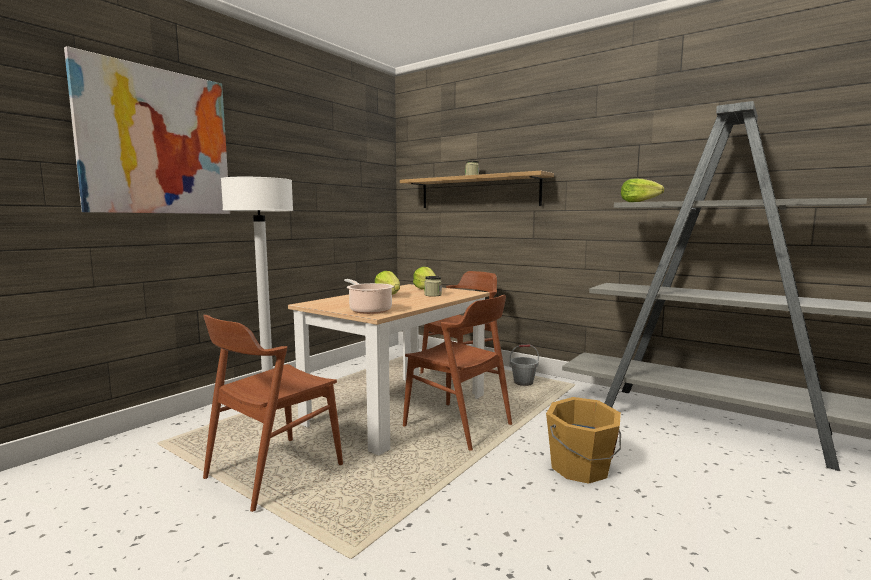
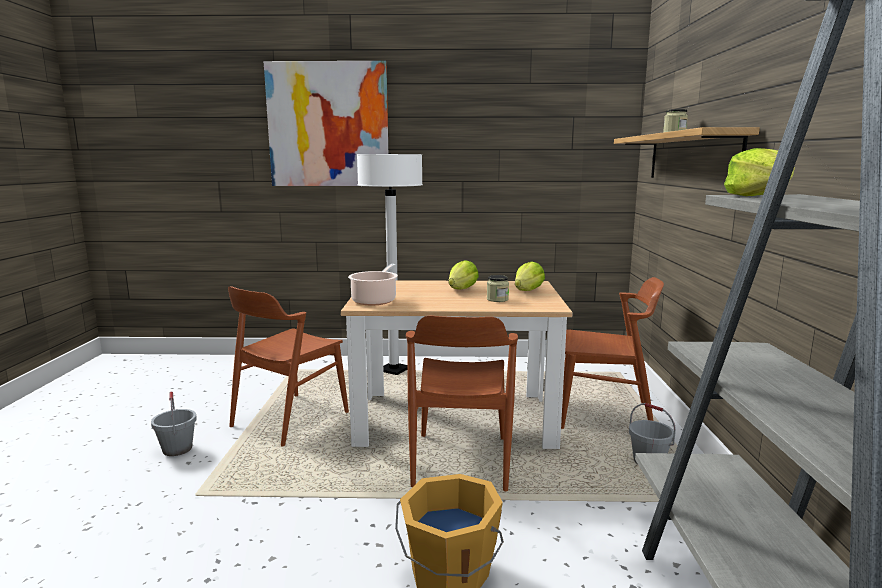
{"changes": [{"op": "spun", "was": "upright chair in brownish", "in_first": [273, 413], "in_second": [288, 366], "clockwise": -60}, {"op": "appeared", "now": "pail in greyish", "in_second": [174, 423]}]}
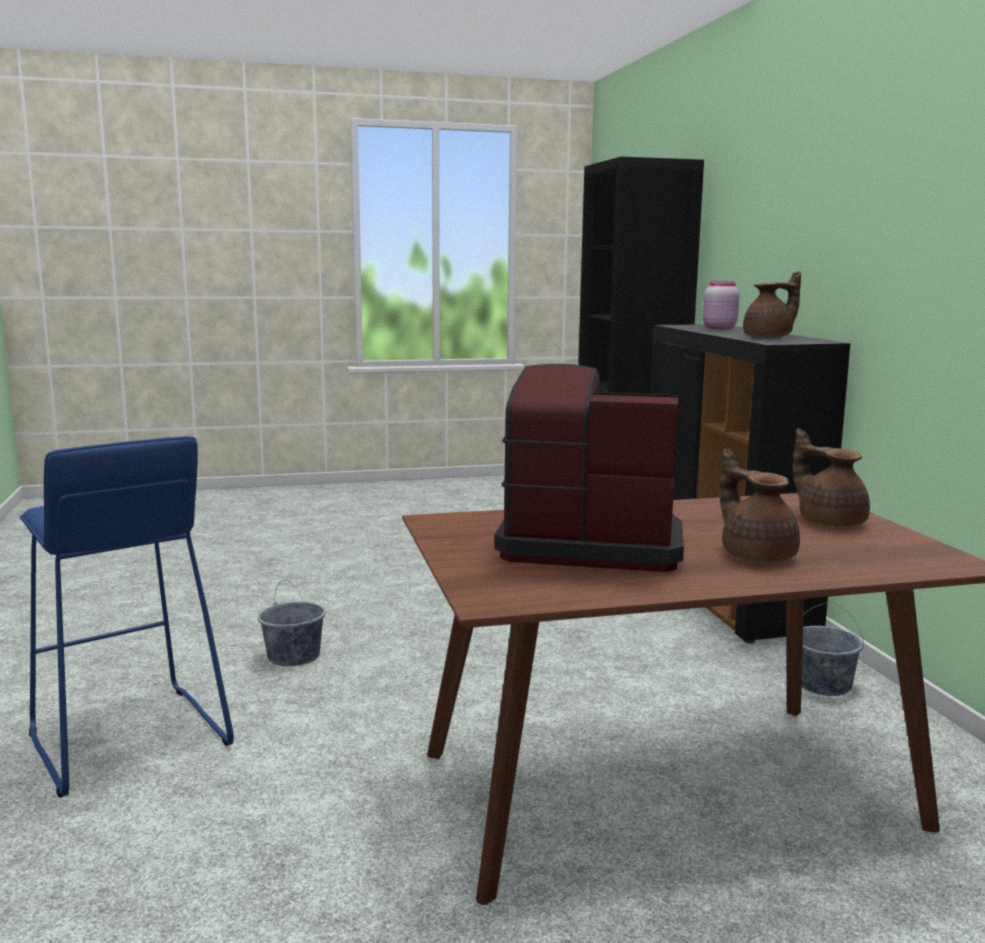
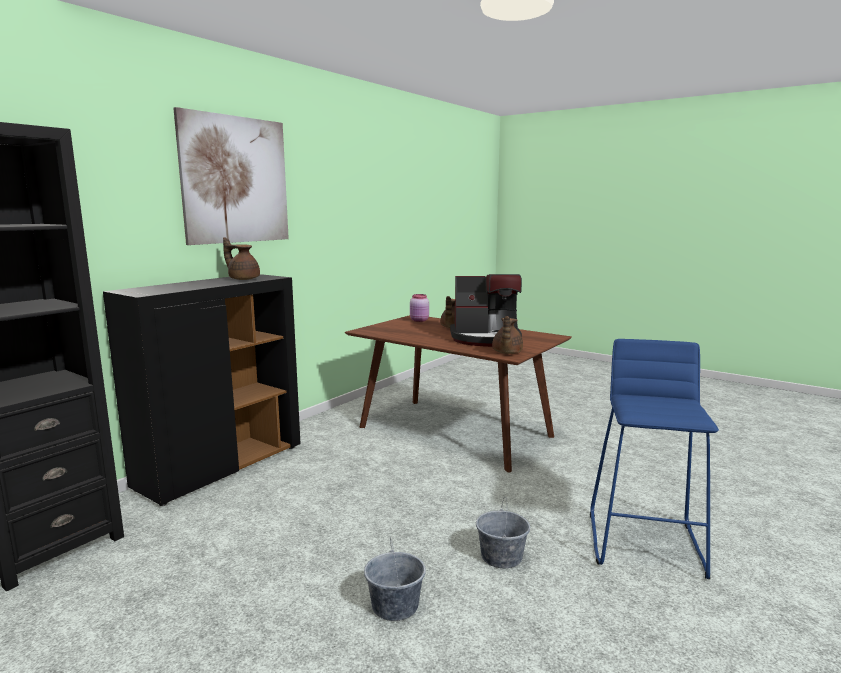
{"changes": [{"op": "relocated", "was": "storage jar in pink", "in_first": [721, 305], "in_second": [419, 308]}, {"op": "spun", "was": "coffee brewer", "in_first": [589, 468], "in_second": [486, 310], "clockwise": -60}, {"op": "relocated", "was": "pot for tea in brownish", "in_first": [831, 477], "in_second": [507, 335]}, {"op": "relocated", "was": "pail in greyish", "in_first": [833, 649], "in_second": [395, 579]}, {"op": "appeared", "now": "wall art", "in_second": [231, 176]}]}
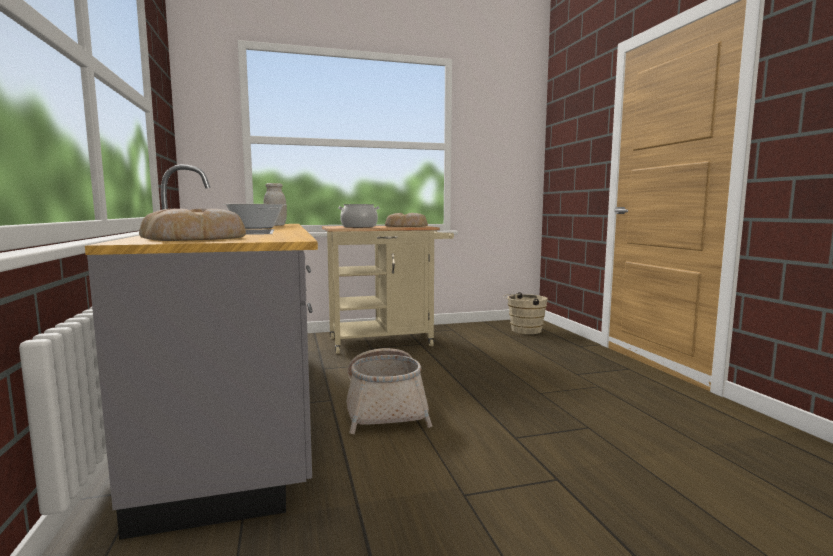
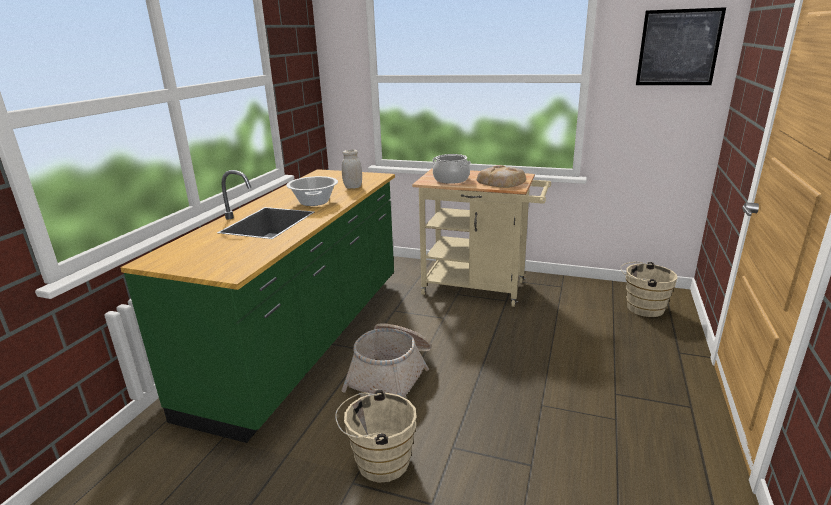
{"changes": [{"op": "colour", "was": "kitchen base unit in greyish", "now": "kitchen base unit in green", "in_first": [201, 352], "in_second": [257, 306]}, {"op": "missing", "was": "baked bread", "in_first": [192, 225]}, {"op": "appeared", "now": "wall art", "in_second": [681, 46]}, {"op": "appeared", "now": "pail in beige-coloured", "in_second": [376, 436]}]}
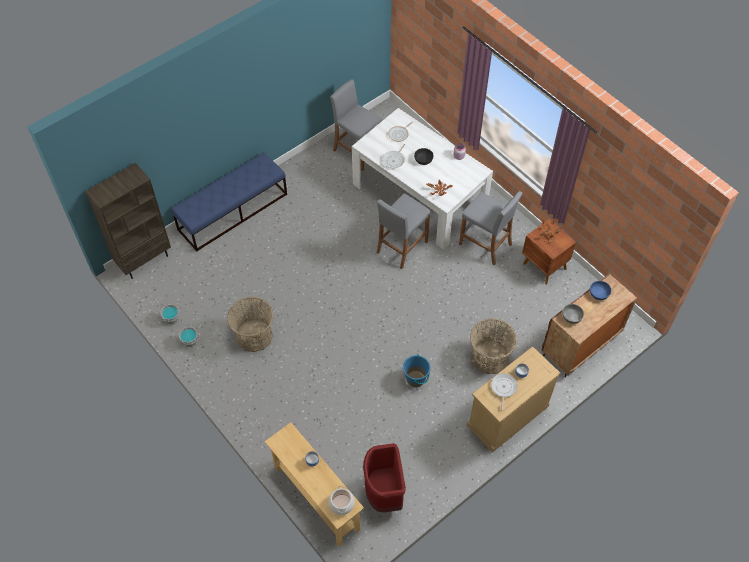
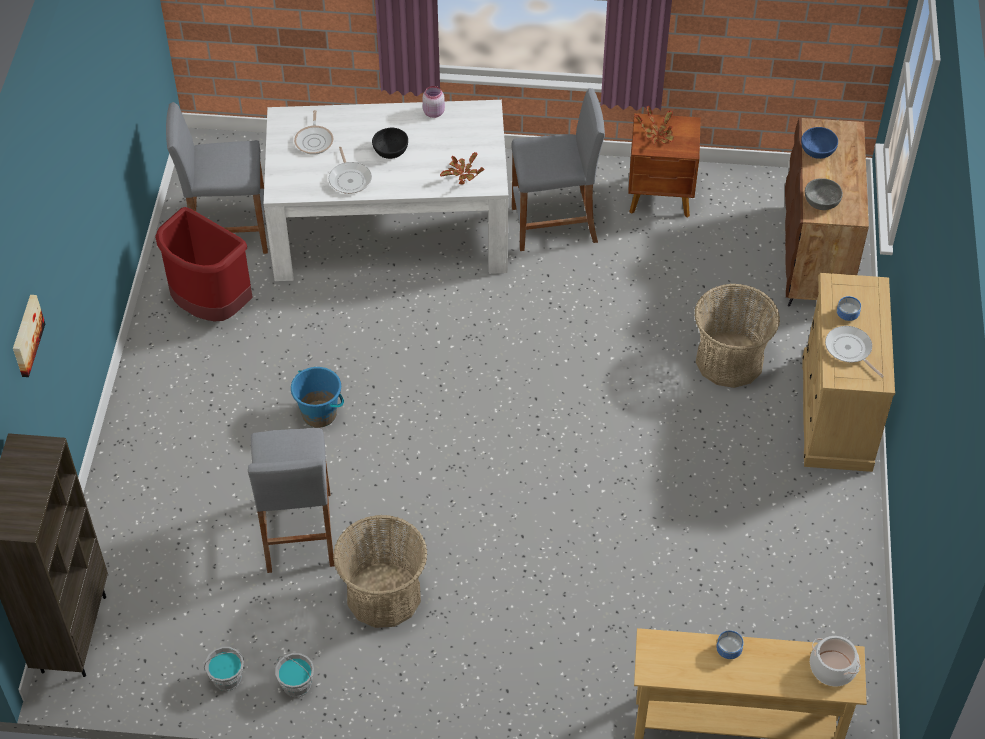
{"changes": [{"op": "missing", "was": "bench in bluish", "in_first": [229, 202]}, {"op": "relocated", "was": "stool seat in greyish", "in_first": [403, 231], "in_second": [291, 500]}, {"op": "relocated", "was": "pail in bluish", "in_first": [417, 370], "in_second": [317, 397]}, {"op": "relocated", "was": "trash can in red-coloured", "in_first": [384, 477], "in_second": [204, 264]}, {"op": "appeared", "now": "wall art", "in_second": [29, 336]}]}
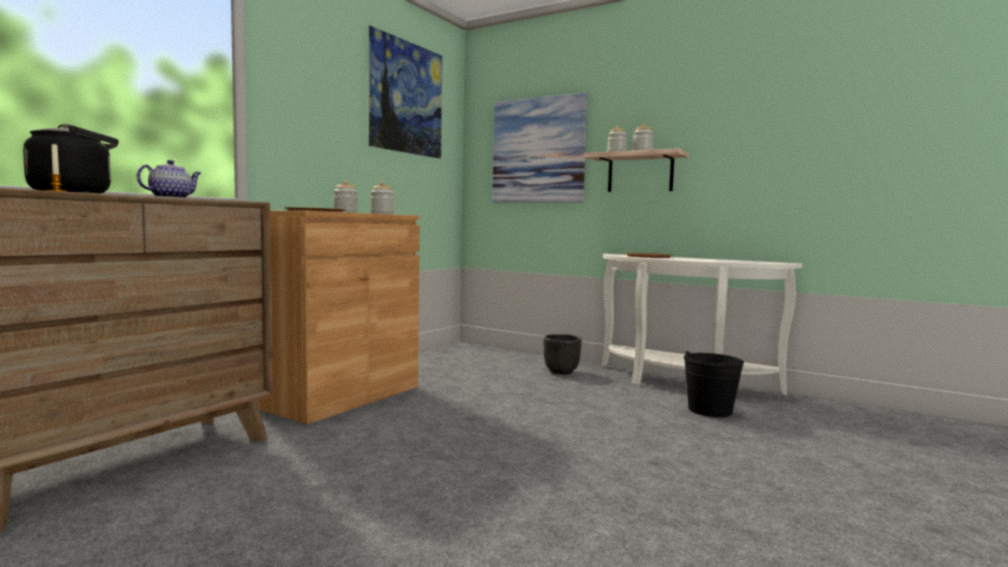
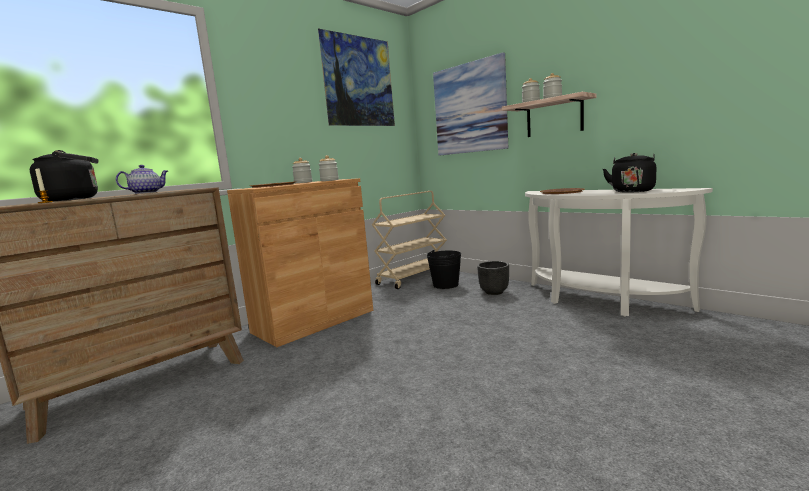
{"changes": [{"op": "relocated", "was": "pail in blackish", "in_first": [714, 384], "in_second": [444, 269]}, {"op": "appeared", "now": "tea kettle in blackish", "in_second": [629, 173]}, {"op": "appeared", "now": "cart in beige-coloured", "in_second": [409, 240]}]}
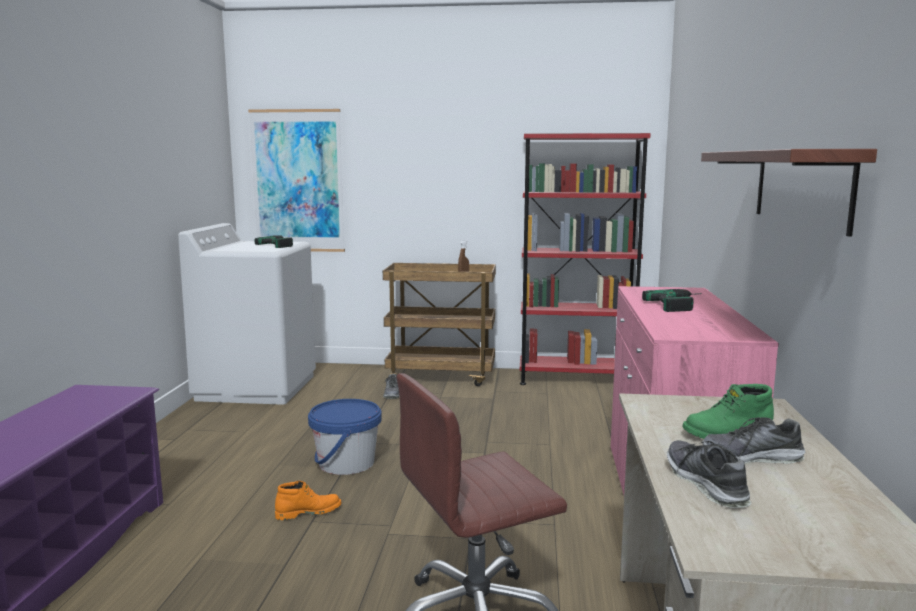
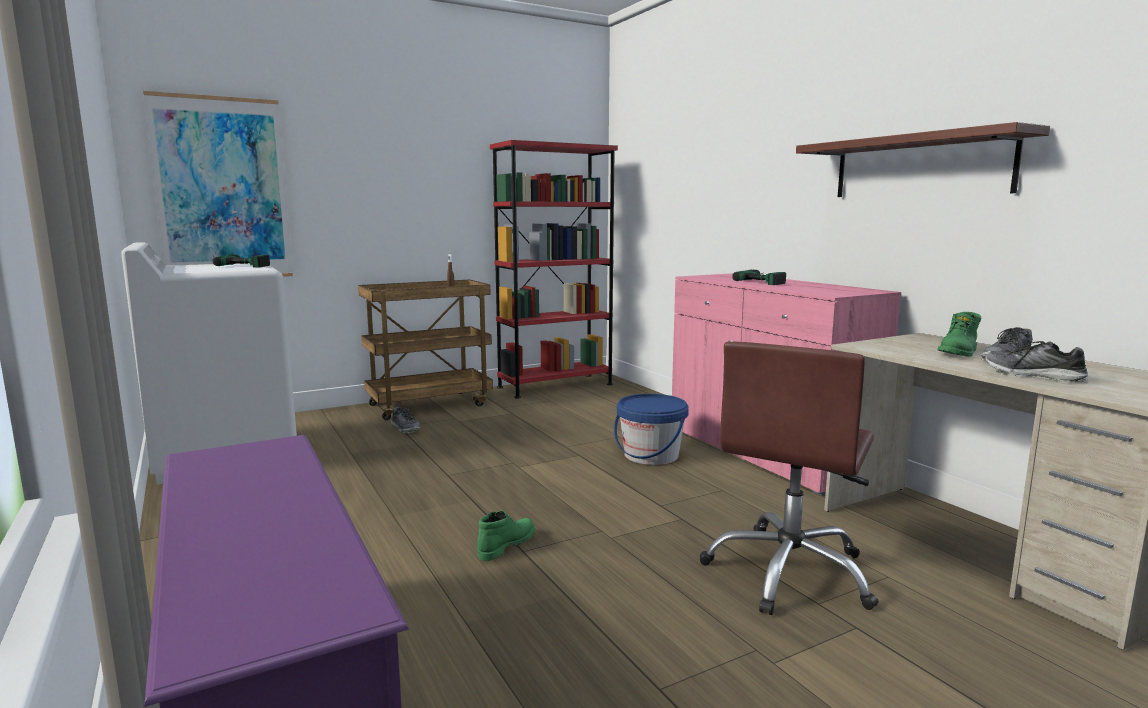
{"changes": [{"op": "relocated", "was": "pail in bluish", "in_first": [345, 437], "in_second": [651, 429]}, {"op": "colour", "was": "tall boot in orange-coloured", "now": "tall boot in green", "in_first": [308, 500], "in_second": [506, 535]}]}
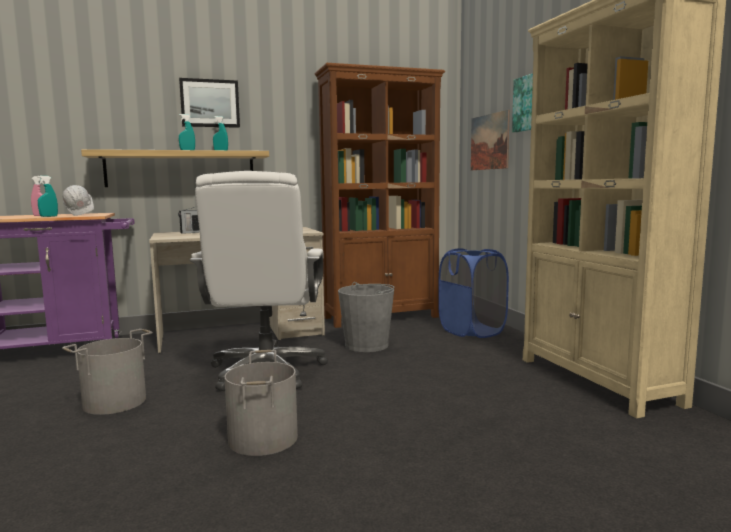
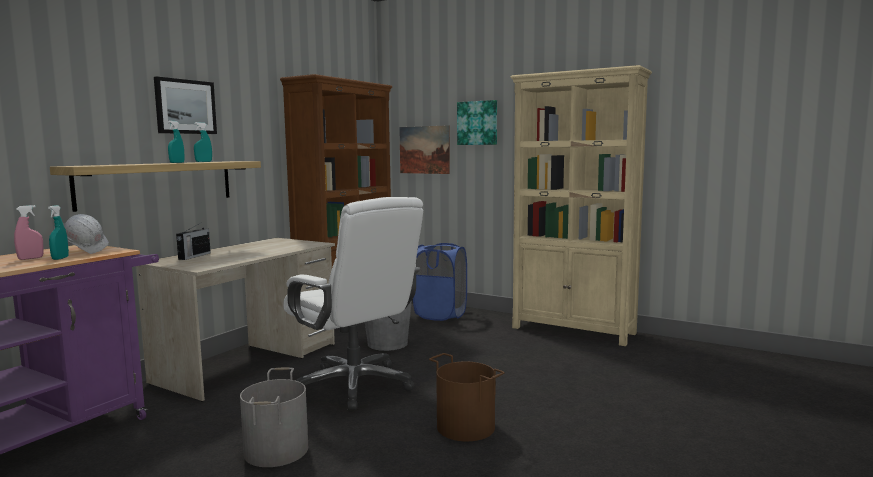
{"changes": [{"op": "colour", "was": "pail in greyish", "now": "pail in brownish", "in_first": [261, 403], "in_second": [467, 397]}]}
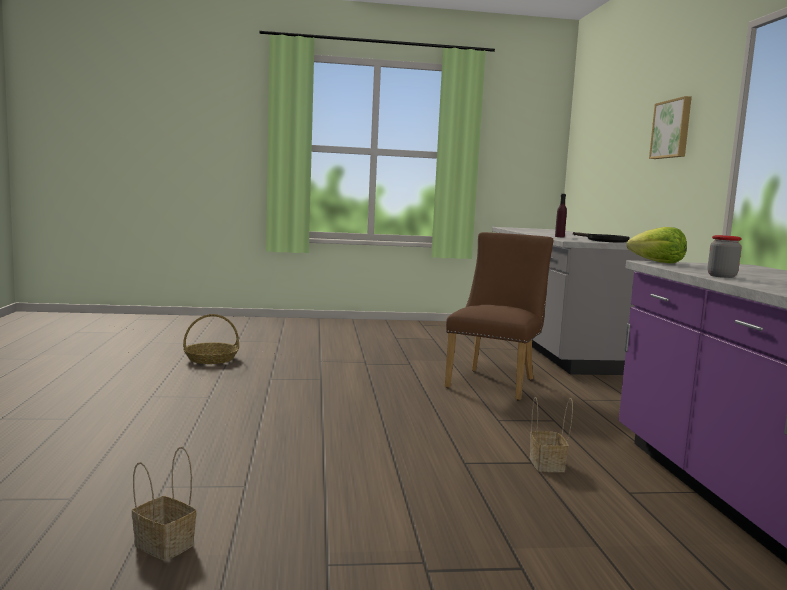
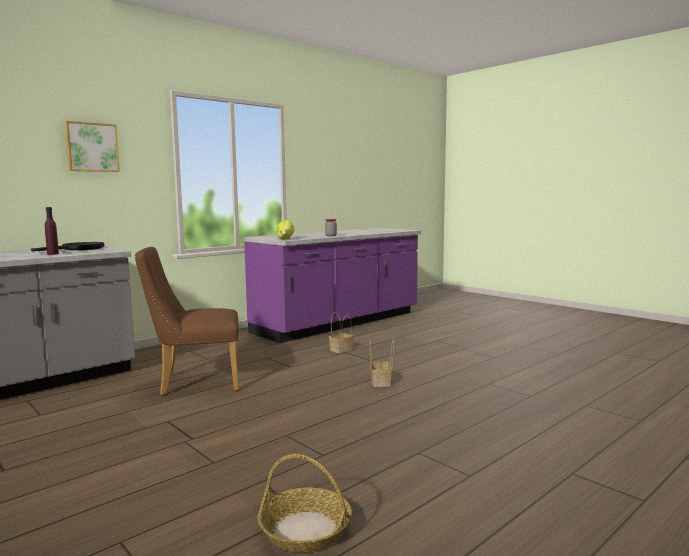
{"changes": [{"op": "relocated", "was": "basket", "in_first": [164, 504], "in_second": [382, 363]}]}
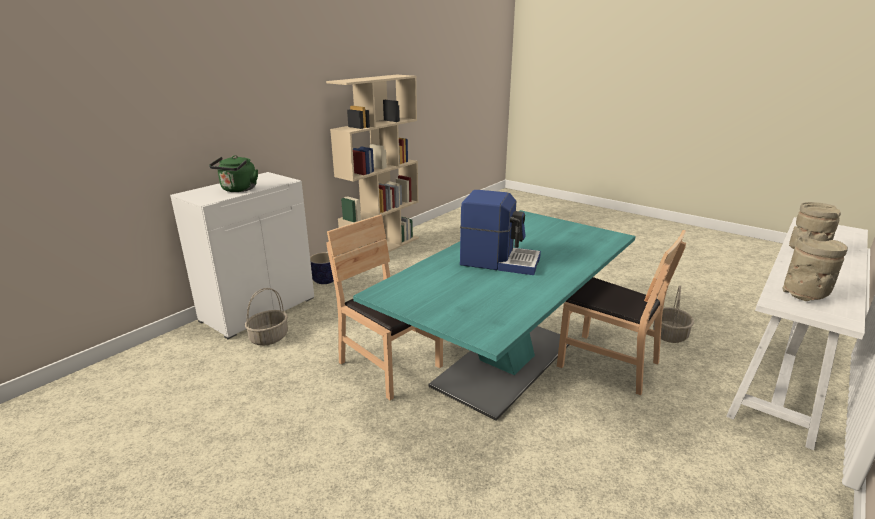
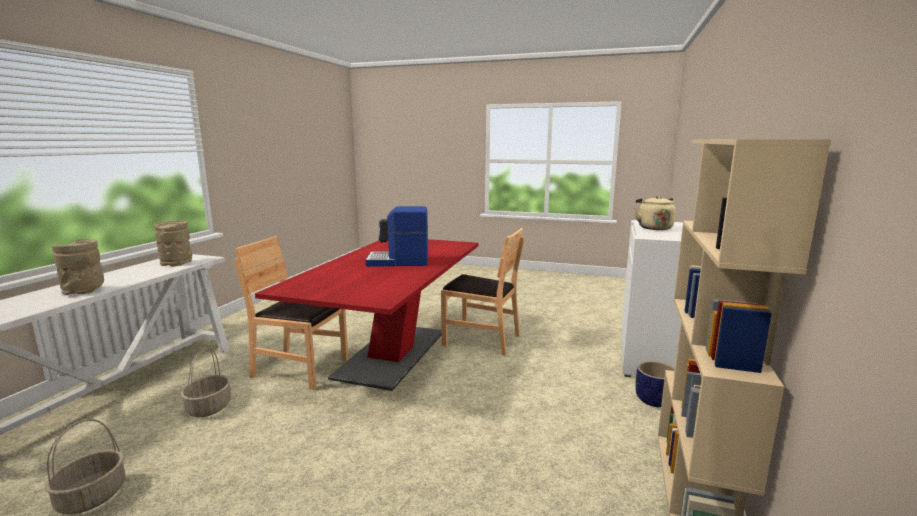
{"changes": [{"op": "colour", "was": "tea kettle in green", "now": "tea kettle in beige-coloured", "in_first": [233, 173], "in_second": [655, 213]}, {"op": "colour", "was": "dinner table in turquoise-coloured", "now": "dinner table in red-coloured", "in_first": [494, 315], "in_second": [367, 315]}, {"op": "relocated", "was": "basket", "in_first": [266, 317], "in_second": [85, 466]}]}
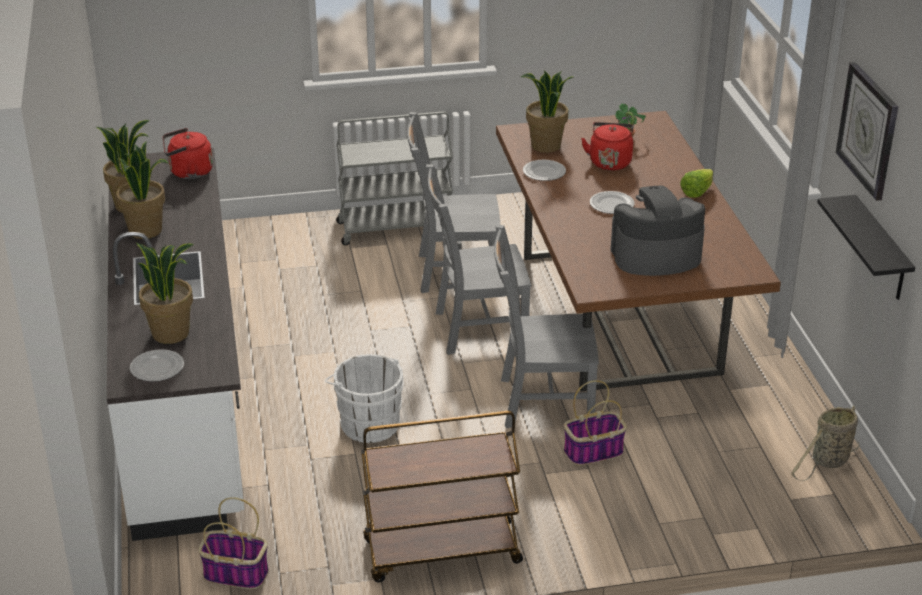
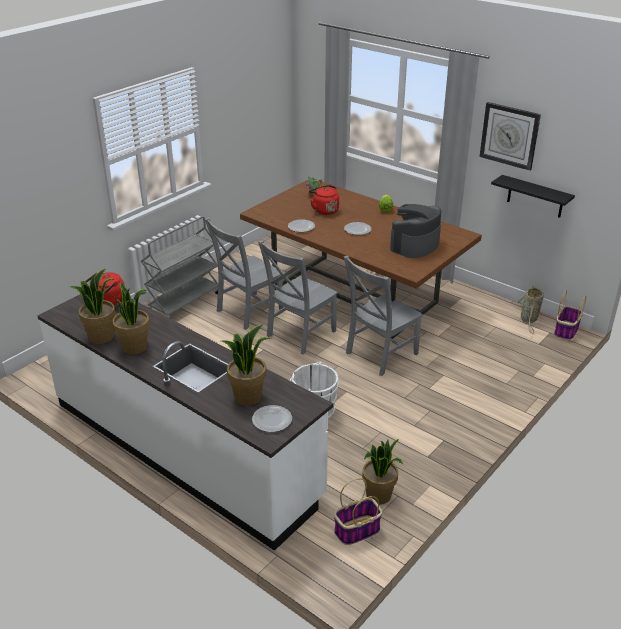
{"changes": [{"op": "relocated", "was": "plant in a pot", "in_first": [547, 111], "in_second": [382, 472]}, {"op": "relocated", "was": "basket", "in_first": [595, 423], "in_second": [570, 315]}, {"op": "missing", "was": "cart in brownish", "in_first": [442, 497]}]}
